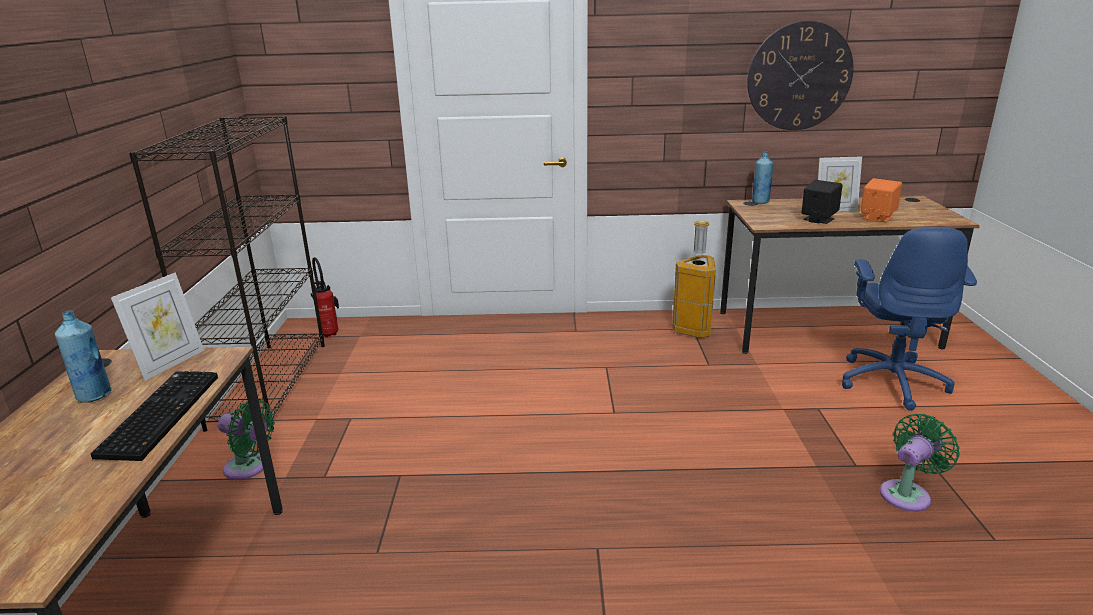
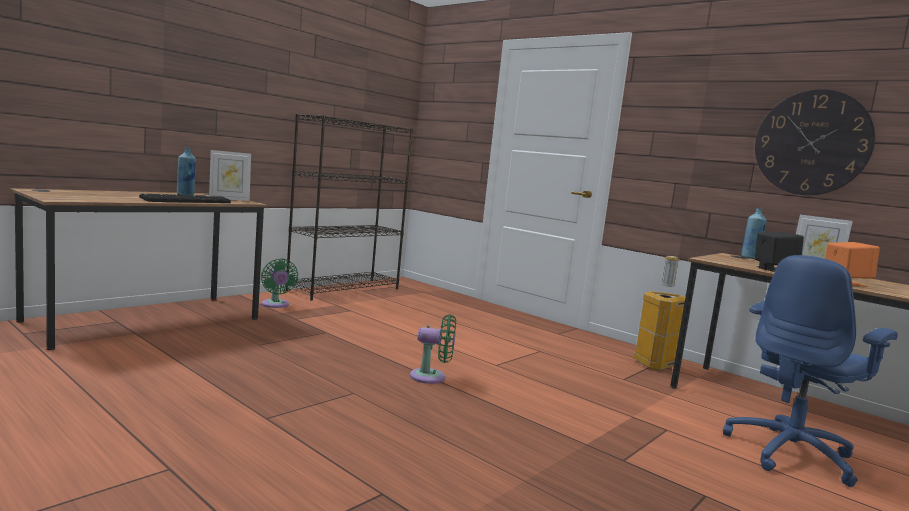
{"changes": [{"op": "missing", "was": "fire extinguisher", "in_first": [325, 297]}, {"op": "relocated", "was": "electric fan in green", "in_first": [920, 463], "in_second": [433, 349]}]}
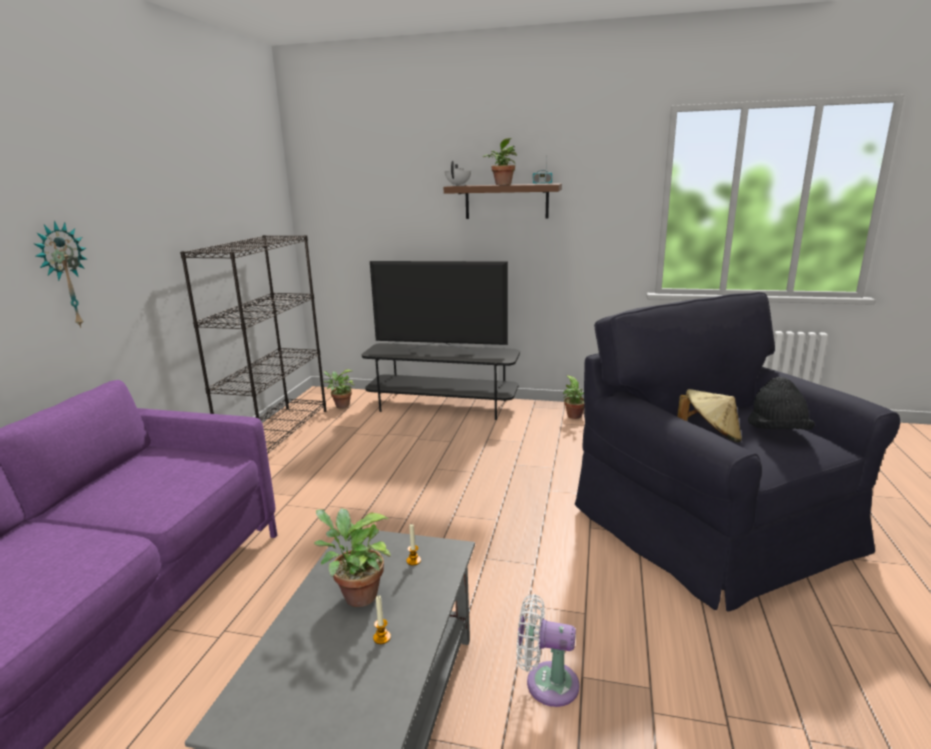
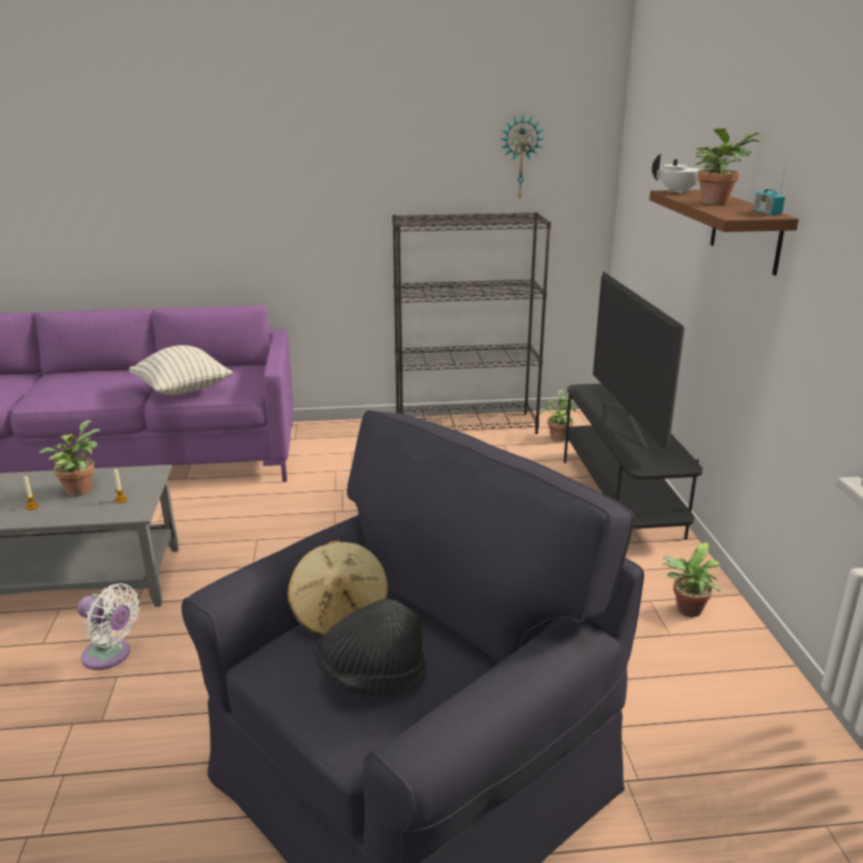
{"changes": [{"op": "relocated", "was": "hanging clock", "in_first": [60, 274], "in_second": [523, 157]}, {"op": "spun", "was": "electric fan in white-coloured", "in_first": [548, 650], "in_second": [108, 626], "clockwise": 120}, {"op": "appeared", "now": "throw pillow", "in_second": [181, 370]}]}
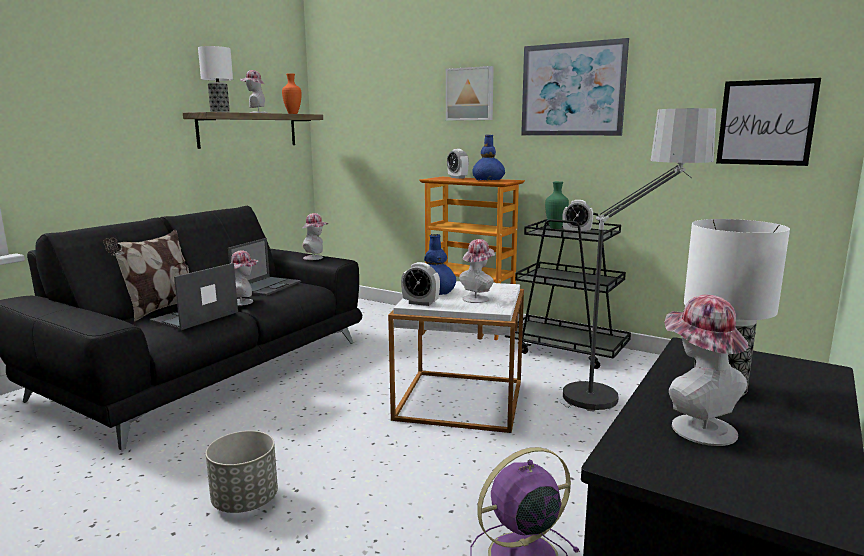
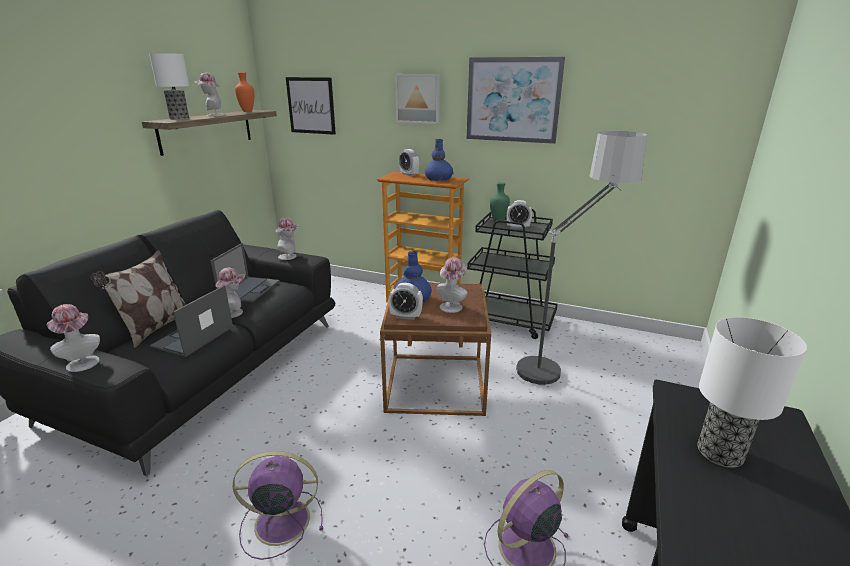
{"changes": [{"op": "relocated", "was": "wall art", "in_first": [768, 122], "in_second": [311, 106]}, {"op": "colour", "was": "accent table in white-coloured", "now": "accent table in brownish", "in_first": [456, 357], "in_second": [435, 349]}, {"op": "relocated", "was": "hat", "in_first": [707, 370], "in_second": [73, 338]}, {"op": "exchanged", "was": "flower pot in greyish", "now": "electric fan in purple-coloured", "in_first": [242, 472], "in_second": [278, 505]}]}
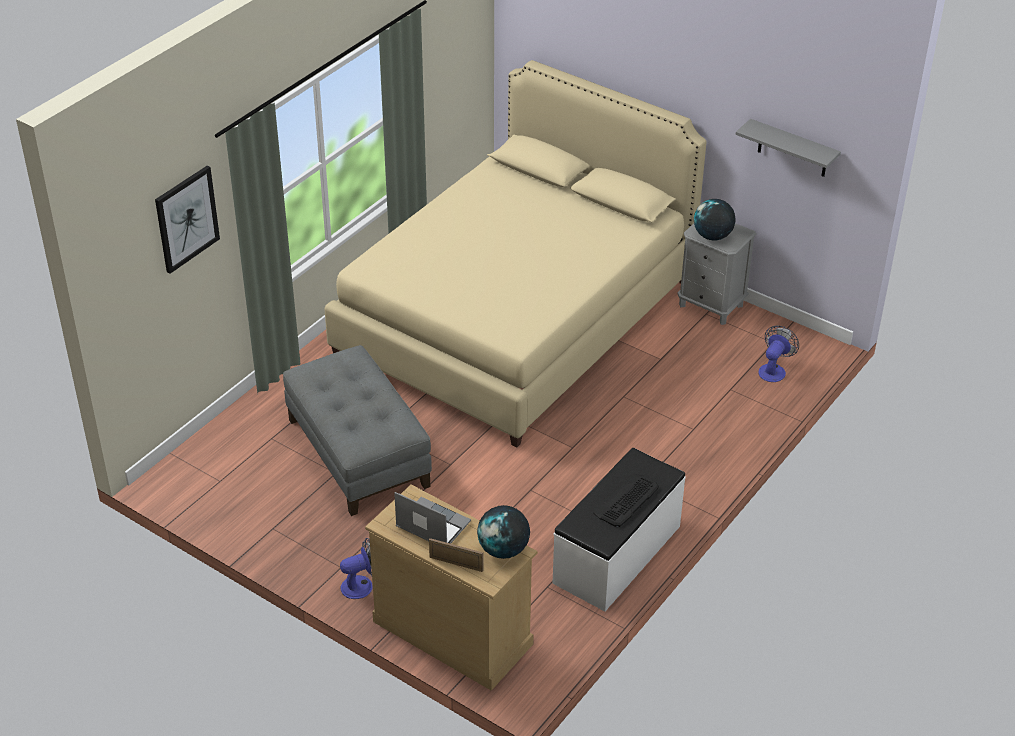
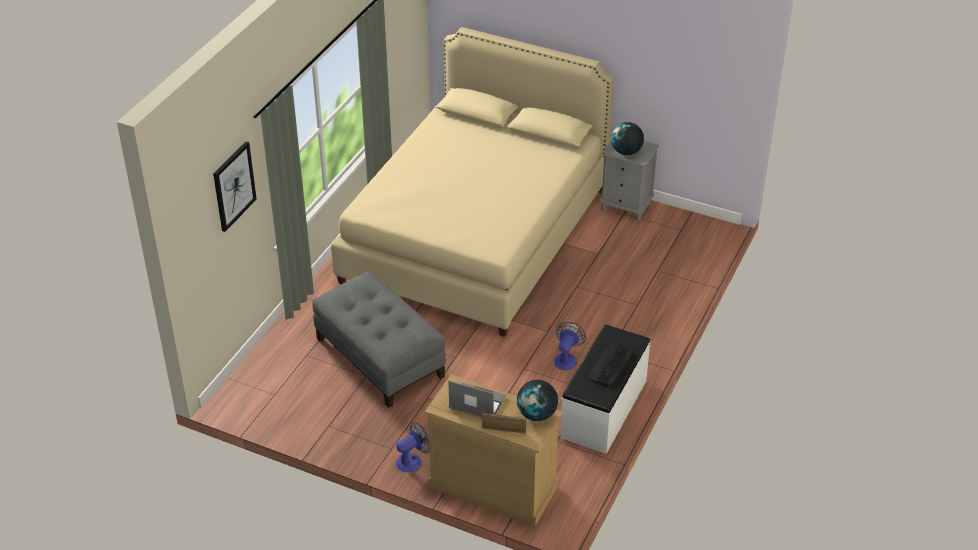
{"changes": [{"op": "missing", "was": "shelf in greyish", "in_first": [788, 148]}, {"op": "relocated", "was": "electric fan", "in_first": [779, 354], "in_second": [570, 346]}]}
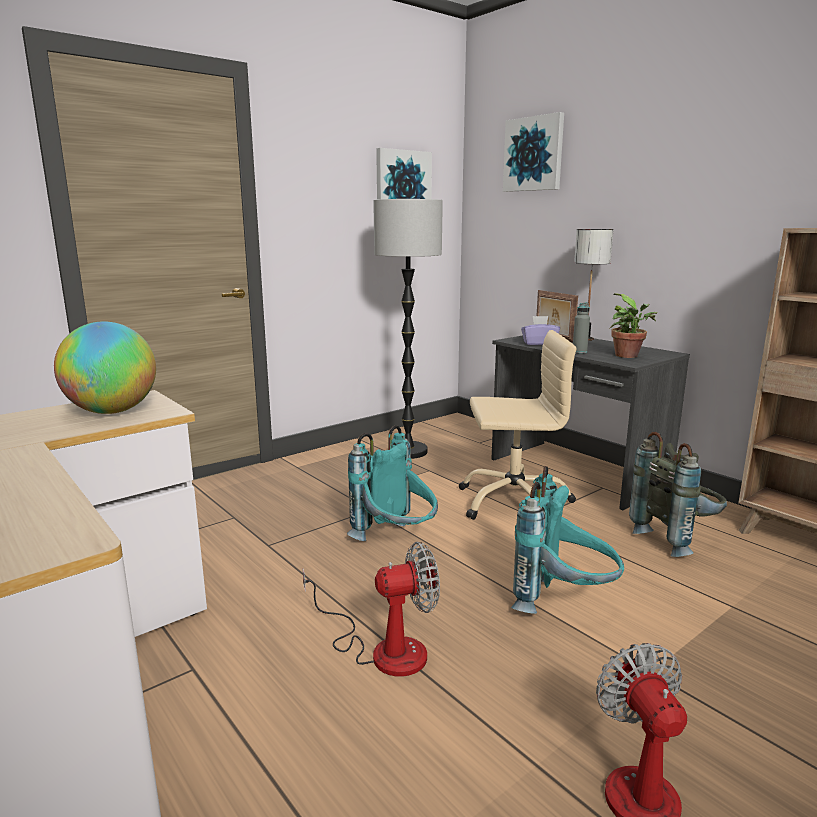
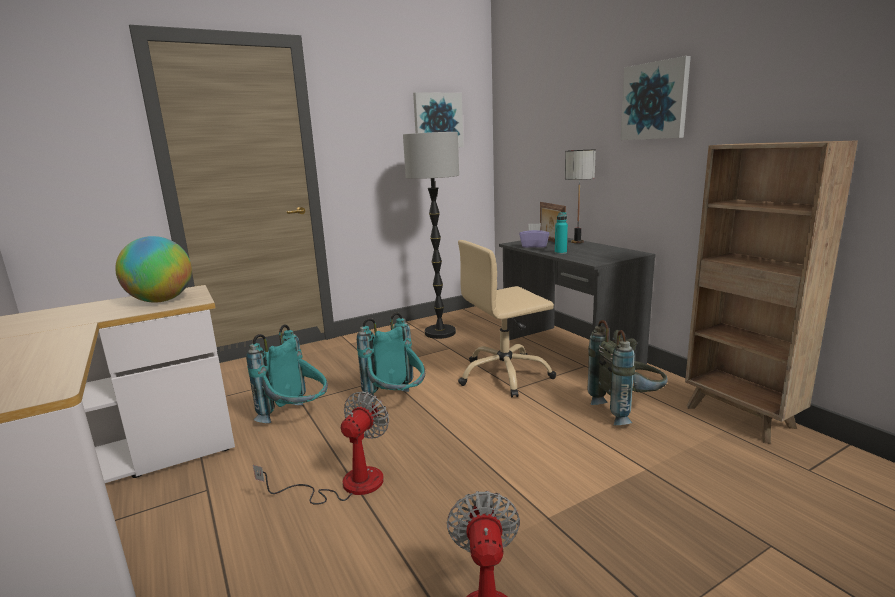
{"changes": [{"op": "relocated", "was": "wall art", "in_first": [533, 152], "in_second": [655, 98]}, {"op": "missing", "was": "plant in a pot", "in_first": [633, 325]}, {"op": "colour", "was": "beverage bottle in greyish", "now": "beverage bottle in turquoise-coloured", "in_first": [581, 327], "in_second": [561, 233]}, {"op": "spun", "was": "office chair in beige-coloured", "in_first": [518, 425], "in_second": [507, 318], "clockwise": 150}, {"op": "relocated", "was": "knapsack in turquoise-coloured", "in_first": [567, 540], "in_second": [287, 373]}, {"op": "spun", "was": "electric fan", "in_first": [371, 609], "in_second": [321, 448], "clockwise": -60}]}
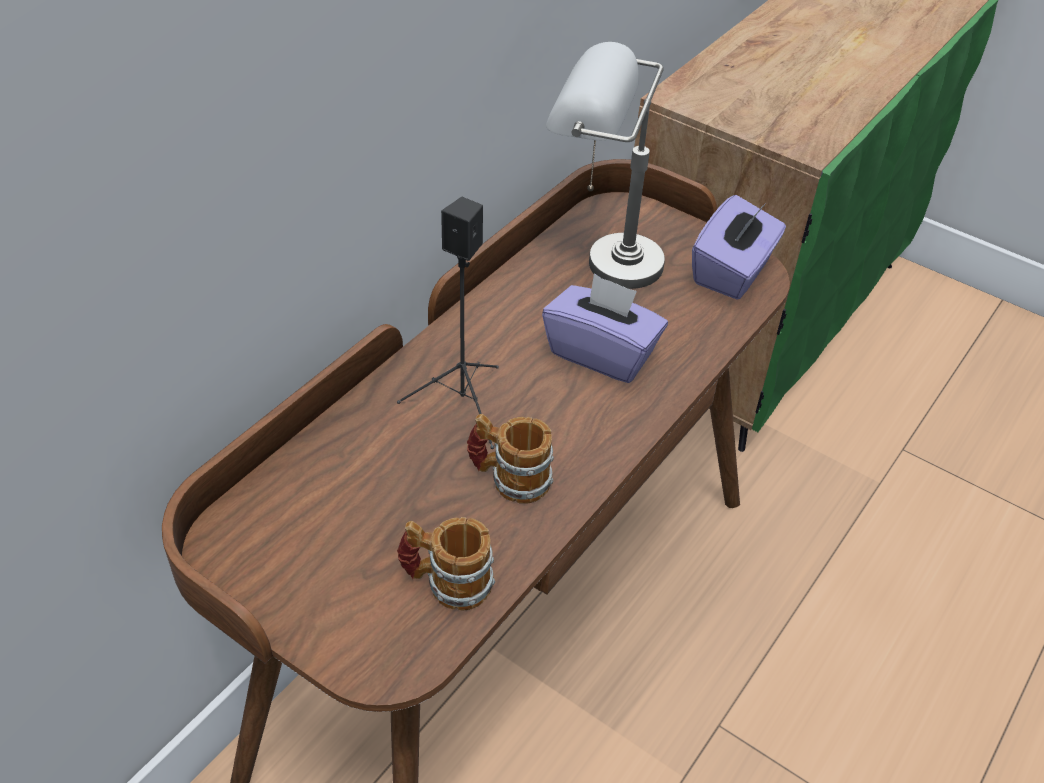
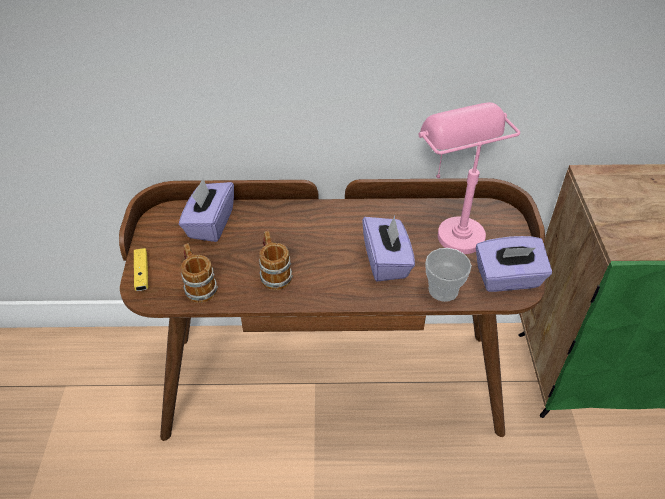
{"changes": [{"op": "colour", "was": "table lamp in greyish", "now": "table lamp in pink", "in_first": [605, 165], "in_second": [469, 178]}, {"op": "missing", "was": "audio speaker in blackish", "in_first": [448, 323]}, {"op": "appeared", "now": "tissue holder in purple-coloured", "in_second": [206, 210]}, {"op": "appeared", "now": "gamepad in yellow", "in_second": [141, 269]}, {"op": "appeared", "now": "drinking cup", "in_second": [448, 275]}]}
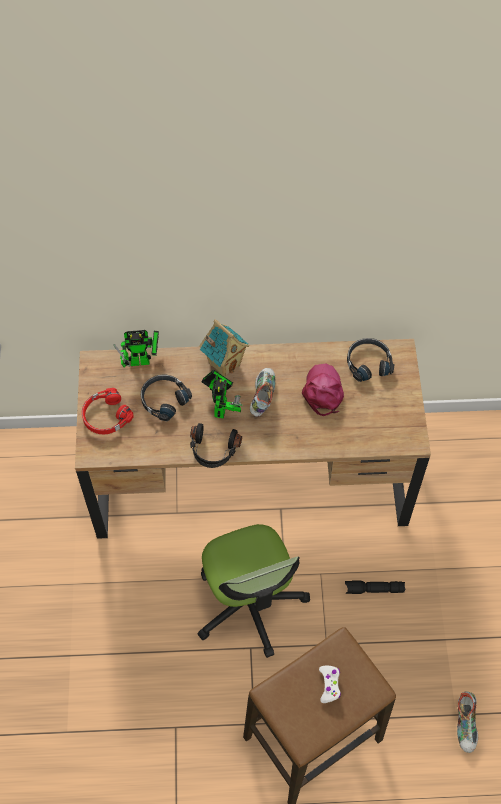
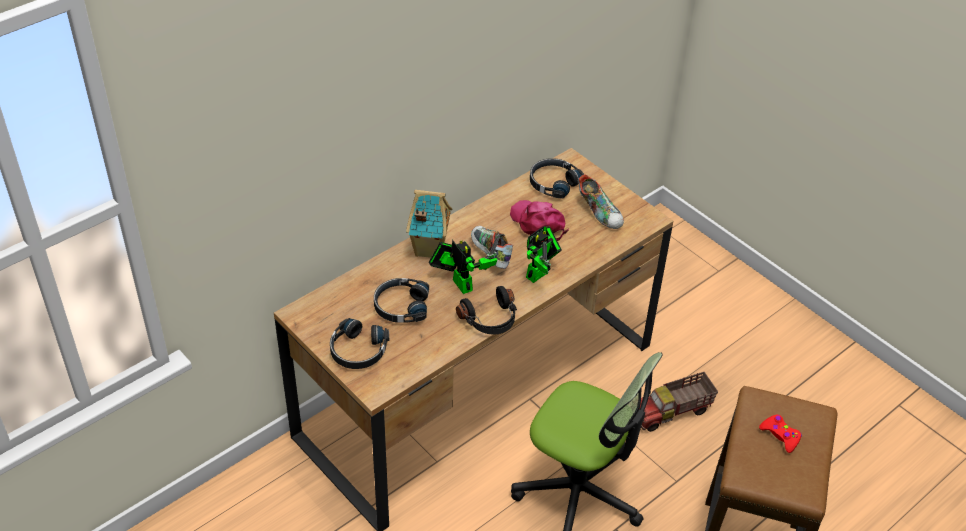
{"changes": [{"op": "relocated", "was": "toy robot", "in_first": [136, 349], "in_second": [544, 254]}, {"op": "colour", "was": "pair of headphones in red-coloured", "now": "pair of headphones in blackish", "in_first": [108, 411], "in_second": [359, 343]}, {"op": "exchanged", "was": "torch in blackish", "now": "model truck", "in_first": [375, 587], "in_second": [678, 402]}, {"op": "colour", "was": "gamepad in white-coloured", "now": "gamepad in red-coloured", "in_first": [330, 684], "in_second": [780, 433]}, {"op": "relocated", "was": "shoe", "in_first": [467, 722], "in_second": [601, 201]}]}
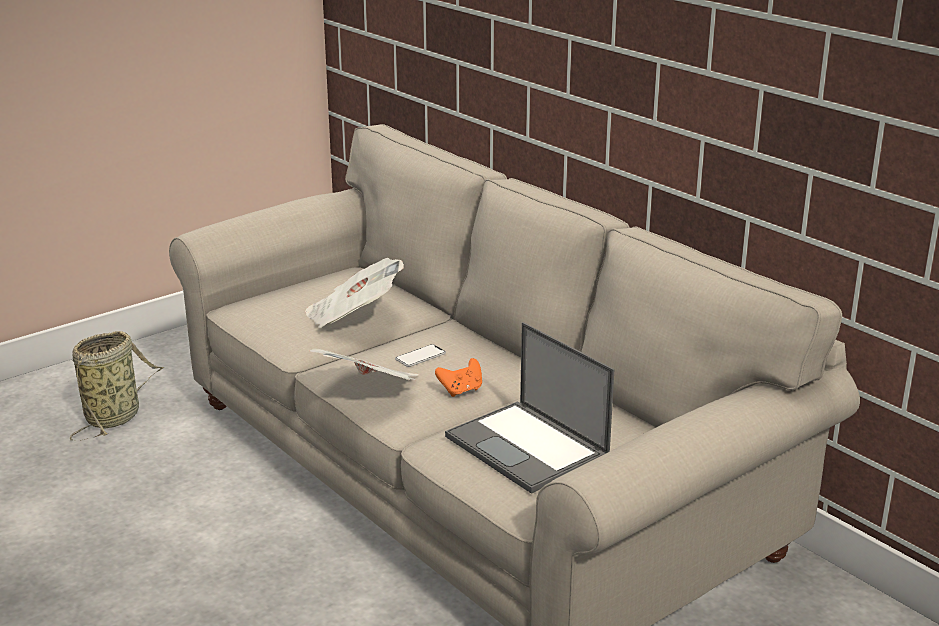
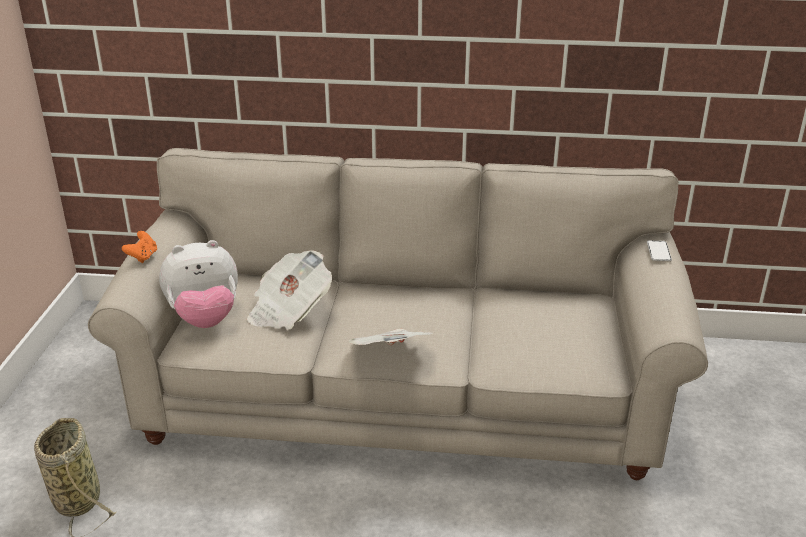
{"changes": [{"op": "missing", "was": "laptop", "in_first": [529, 408]}, {"op": "relocated", "was": "telephone", "in_first": [420, 355], "in_second": [659, 250]}, {"op": "relocated", "was": "gamepad in orange-coloured", "in_first": [458, 377], "in_second": [139, 247]}, {"op": "appeared", "now": "cuddly toy", "in_second": [198, 284]}]}
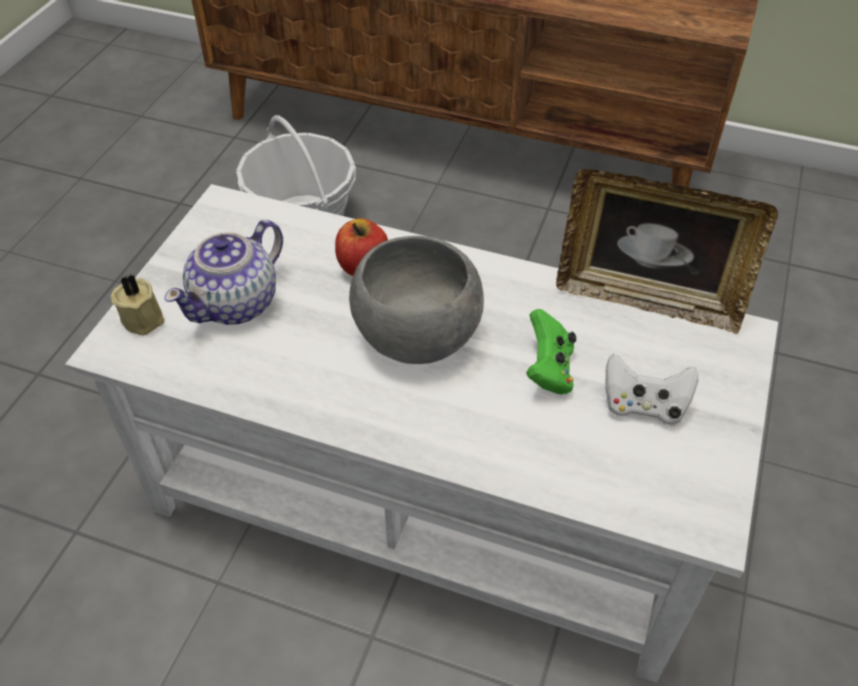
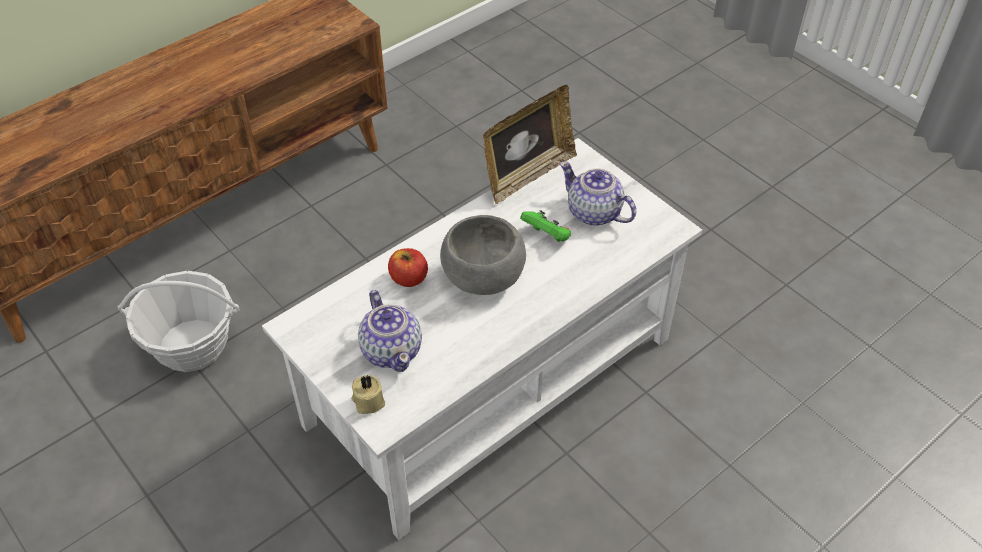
{"changes": [{"op": "exchanged", "was": "gamepad in white-coloured", "now": "pot for tea", "in_first": [651, 389], "in_second": [598, 194]}]}
